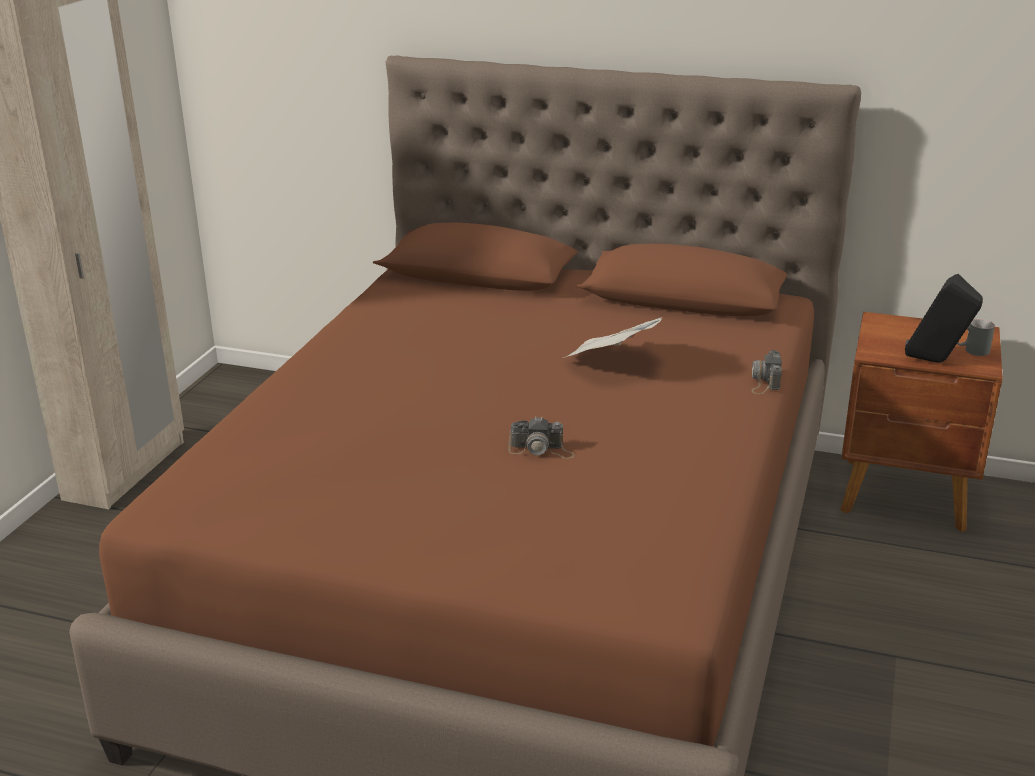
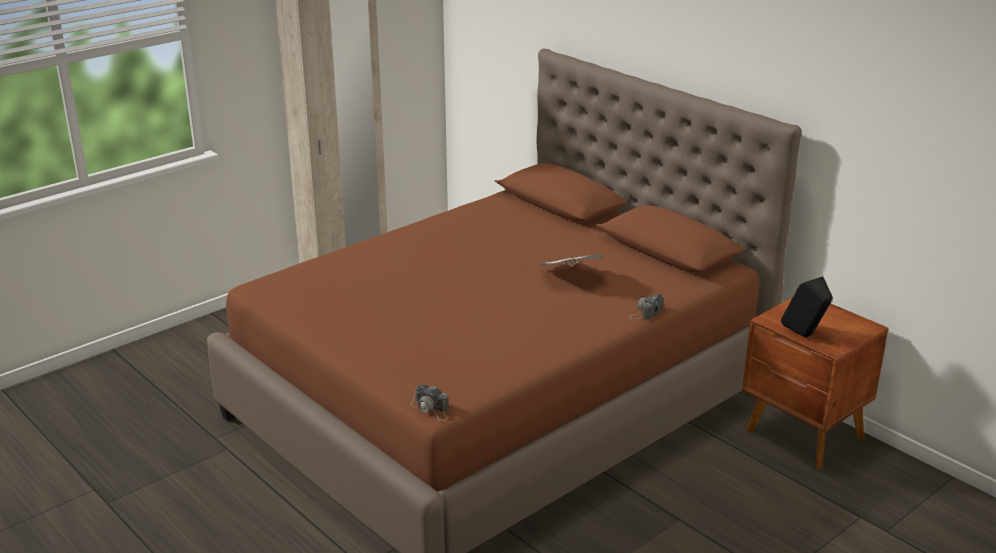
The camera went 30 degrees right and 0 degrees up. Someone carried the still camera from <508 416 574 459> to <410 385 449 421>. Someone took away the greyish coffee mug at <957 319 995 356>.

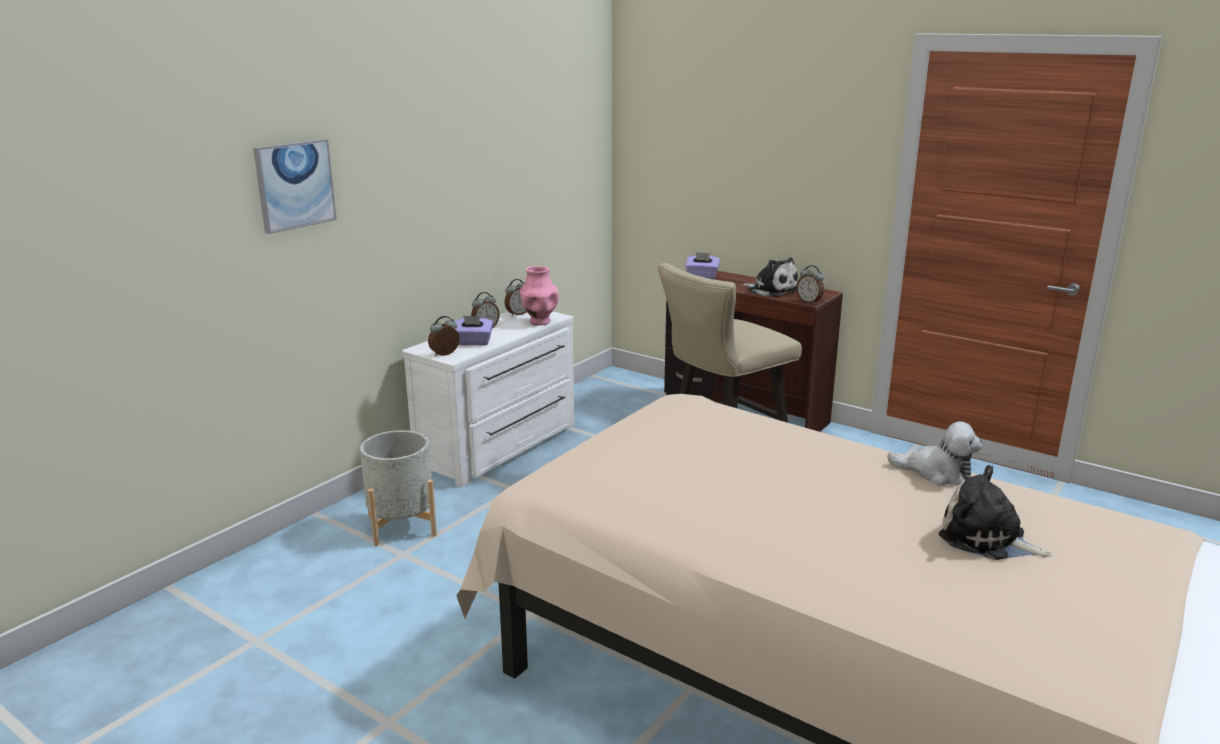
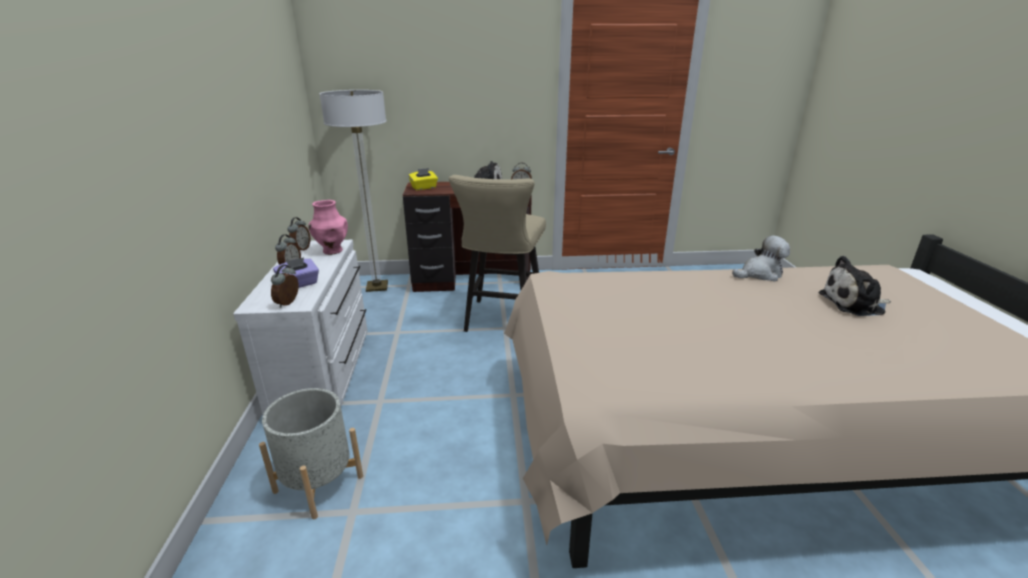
The camera went 40 degrees left and 5 degrees up. Someone took away the wall art at <253 139 337 234>. Someone repainted the purple box of tissues at <686 252 720 279>, which became the yellowish box of tissues at <408 168 438 190>. Someone put down the standard lamp at <319 90 388 292>.

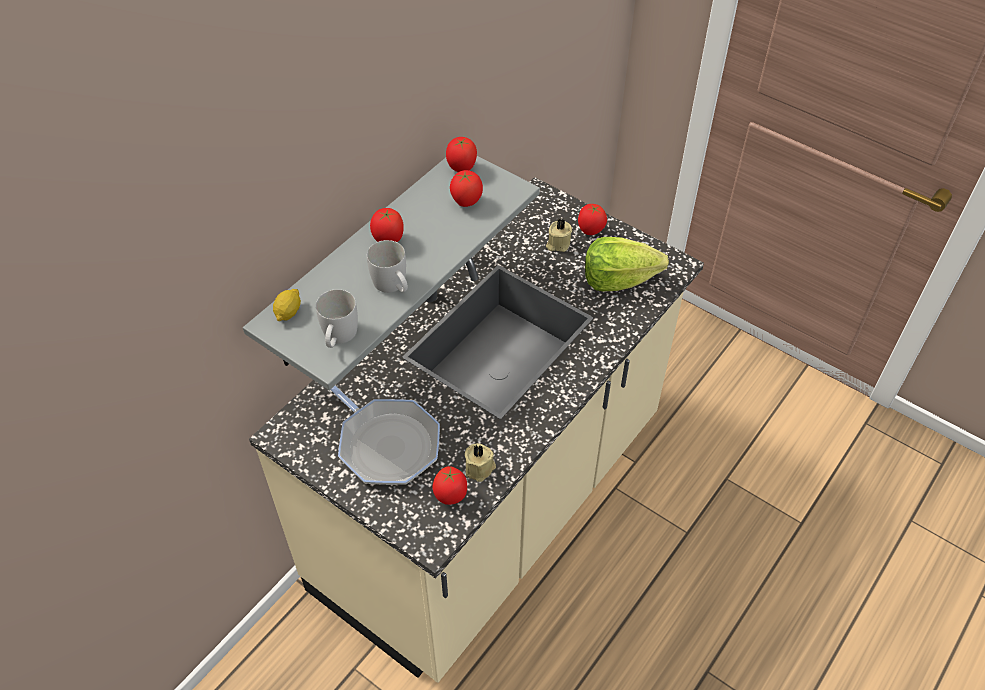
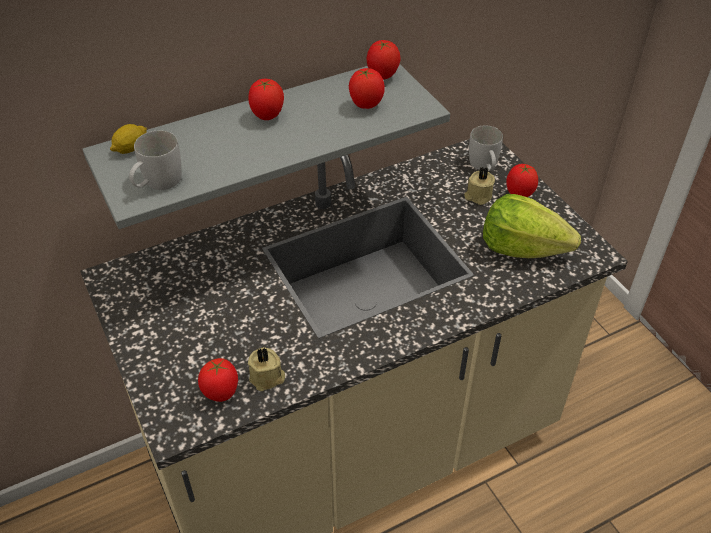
The camera went 25 degrees right and 5 degrees down. Someone took away the pan at <331 386 440 485>. Someone carried the white coffee mug from <367 240 408 293> to <469 125 503 171>.

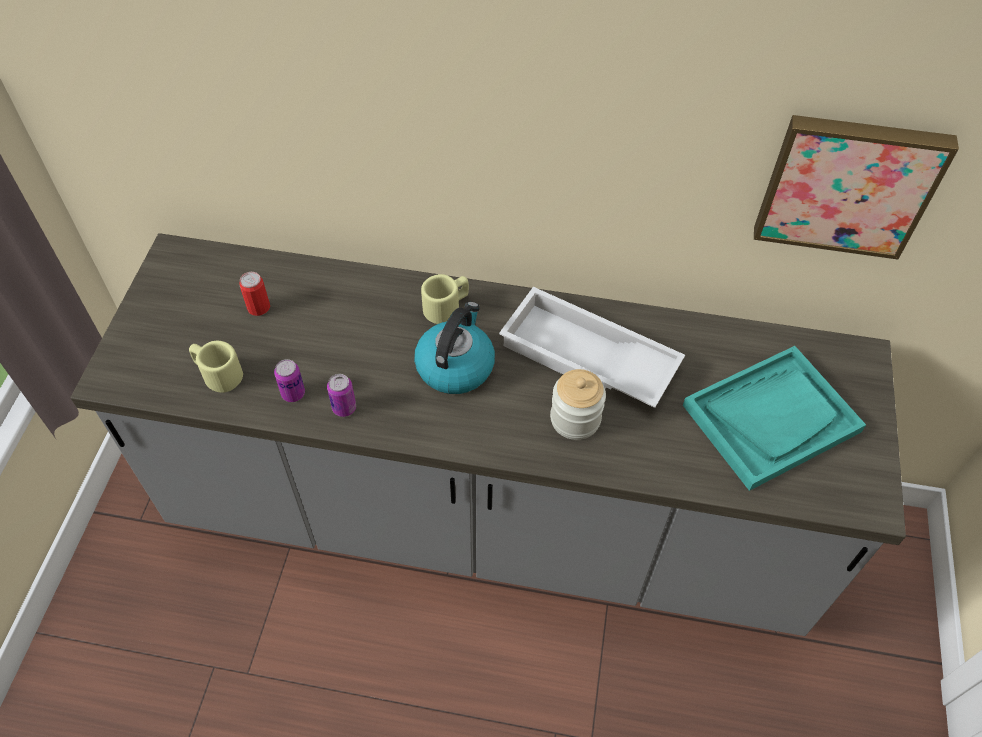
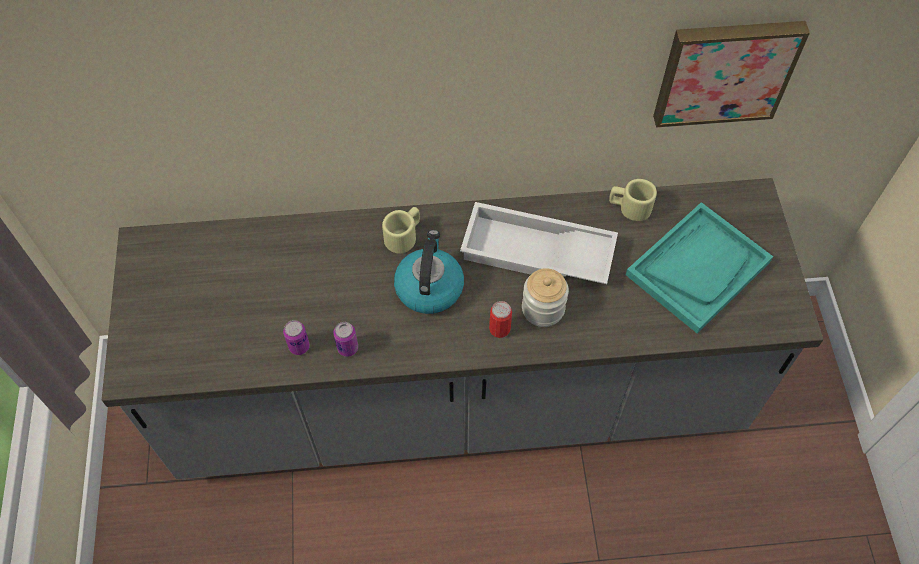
The camera went 15 degrees left and 5 degrees up. Someone carried the sand-coloured coffee mug from <189 341 243 393> to <609 179 657 221>. Someone carried the sealed can from <239 272 270 316> to <489 301 512 338>.

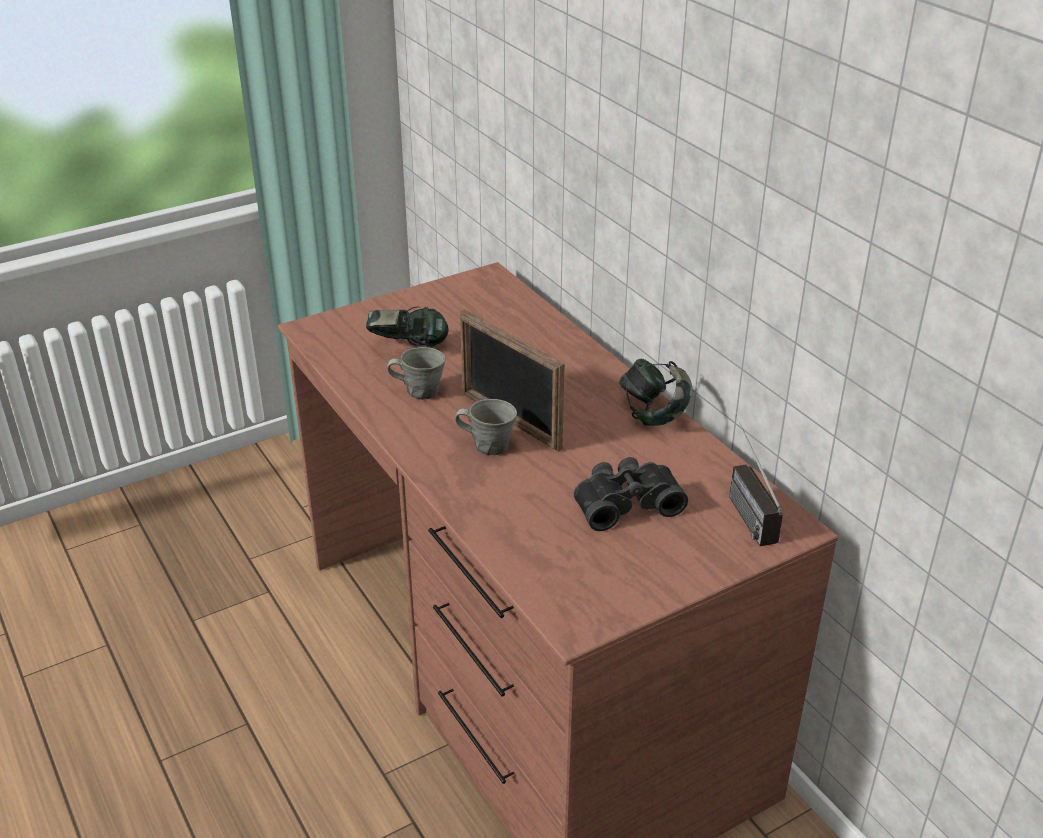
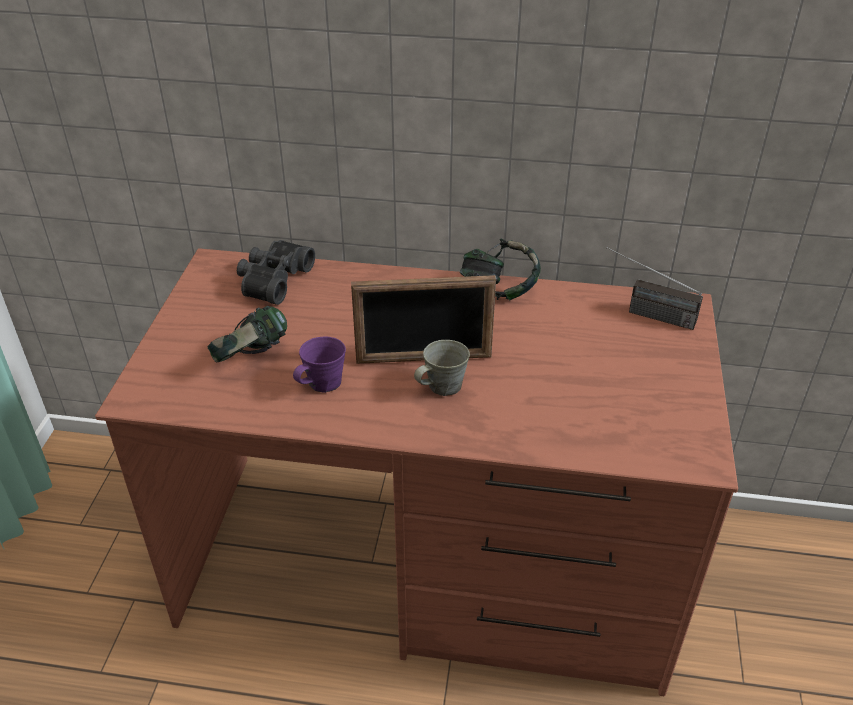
The camera went 50 degrees left and 5 degrees up. Someone repainted the greyish coffee mug at <387 347 446 399>, which became the purple coffee mug at <293 337 346 393>. Someone carried the blackish binoculars from <574 457 688 531> to <237 240 315 305>.

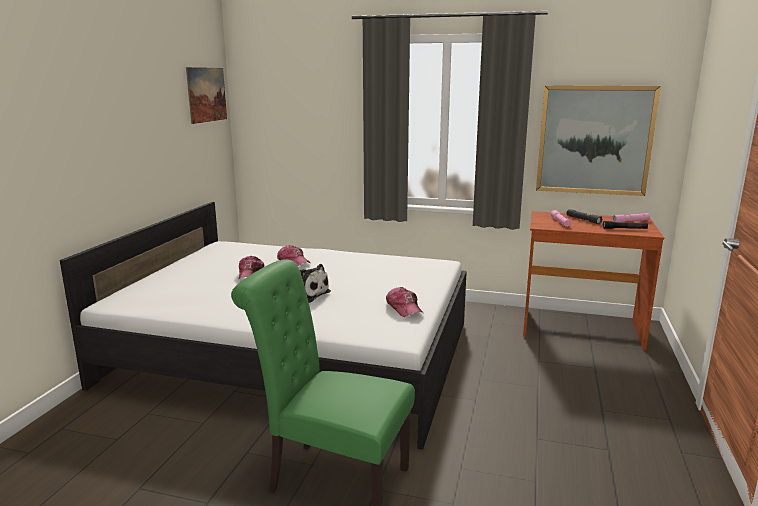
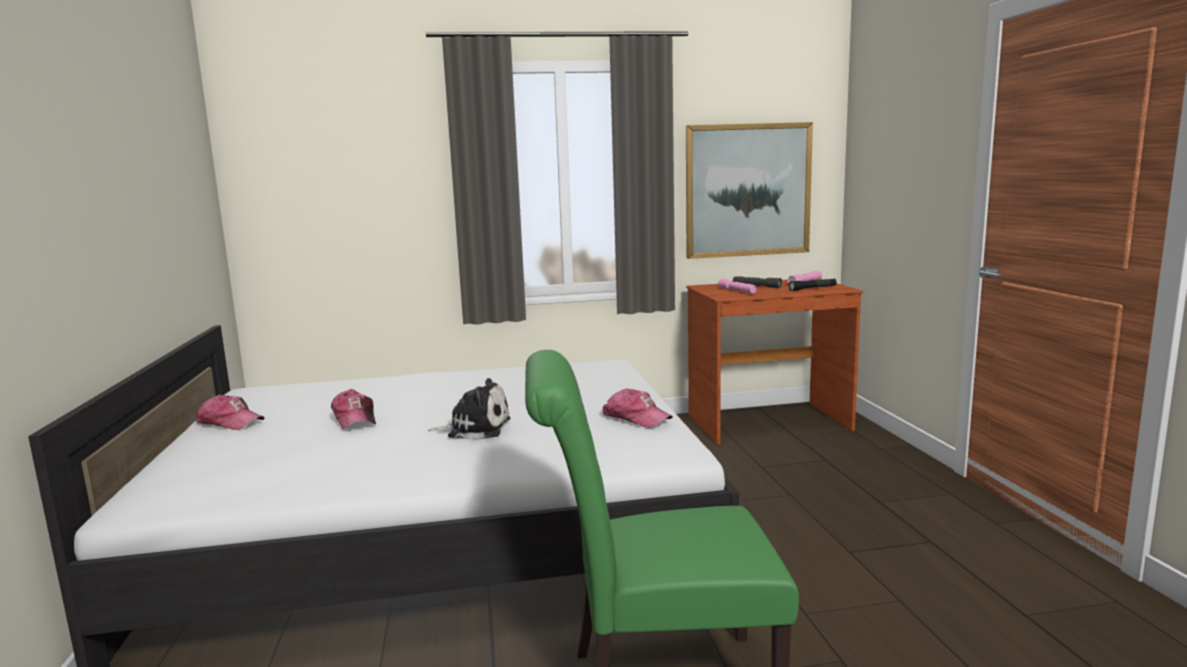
The camera went 25 degrees left and 5 degrees down. Someone took away the wall art at <186 67 227 124>. Someone carried the peaked cap from <277 245 310 266> to <196 395 265 430>.

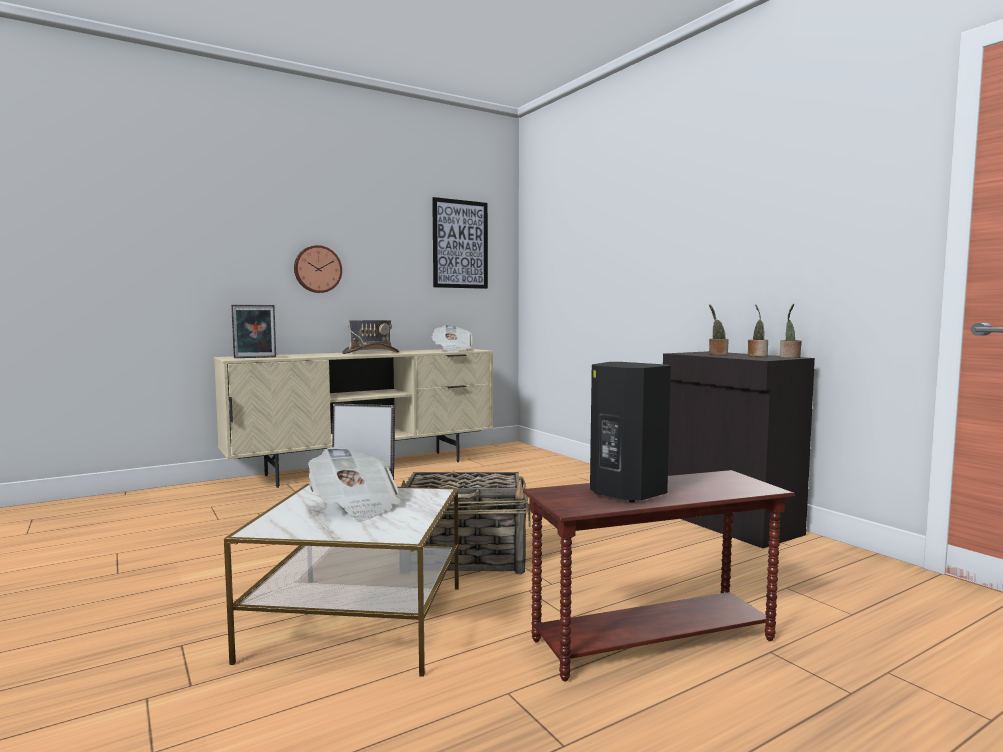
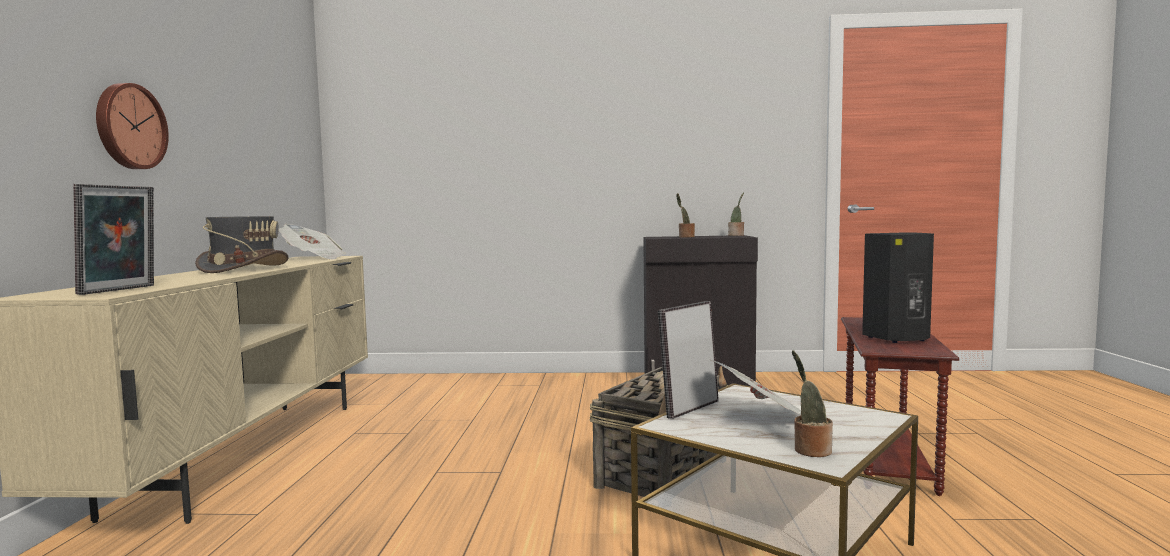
The camera went 55 degrees left and 0 degrees up. Someone took away the wall art at <432 197 488 289>. Someone carried the houseplant from <748 304 768 357> to <792 350 833 457>.

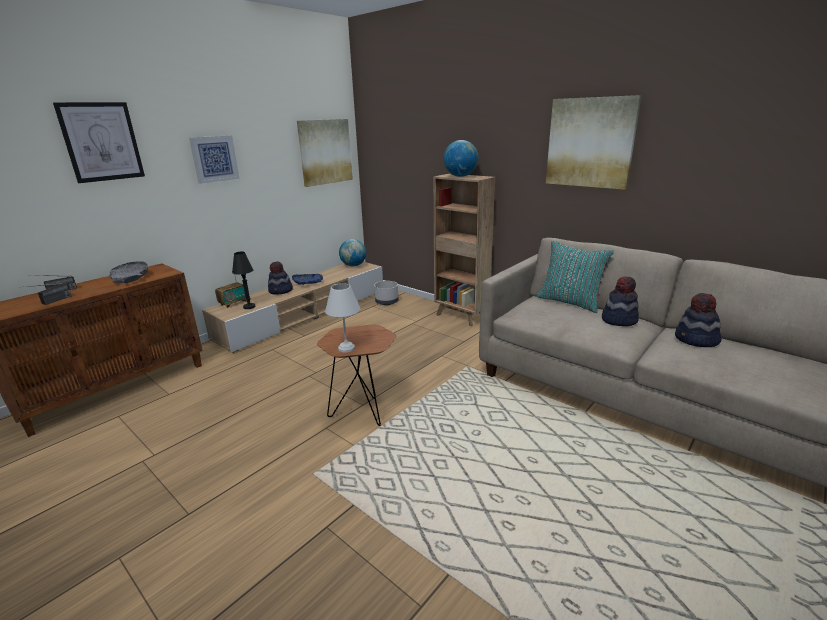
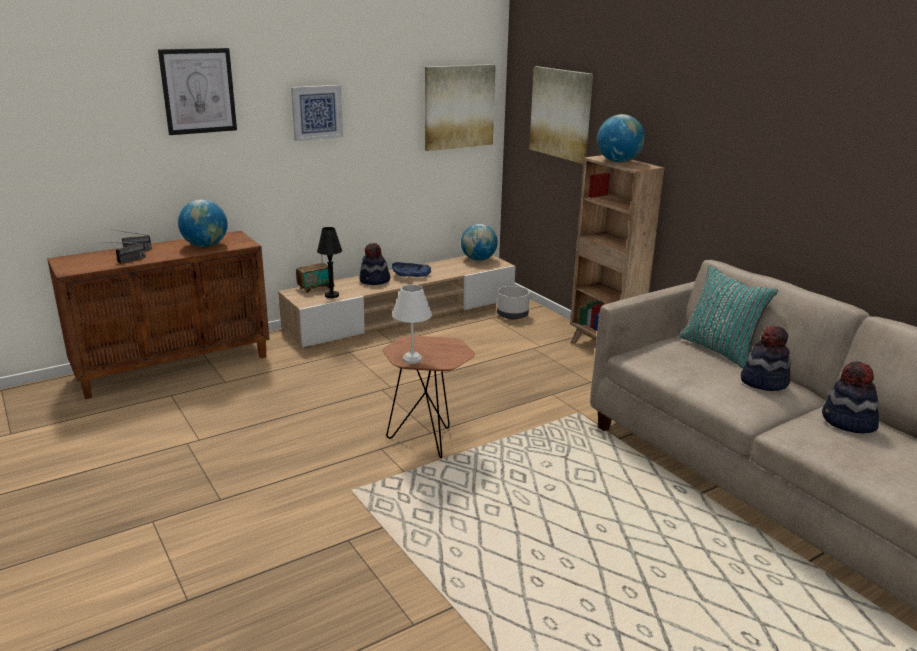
The camera went 15 degrees right and 0 degrees up. Someone swapped the greyish bowl at <109 262 148 283> for the globe at <178 199 228 247>. Someone carried the wall art from <546 95 642 190> to <529 66 593 164>.

